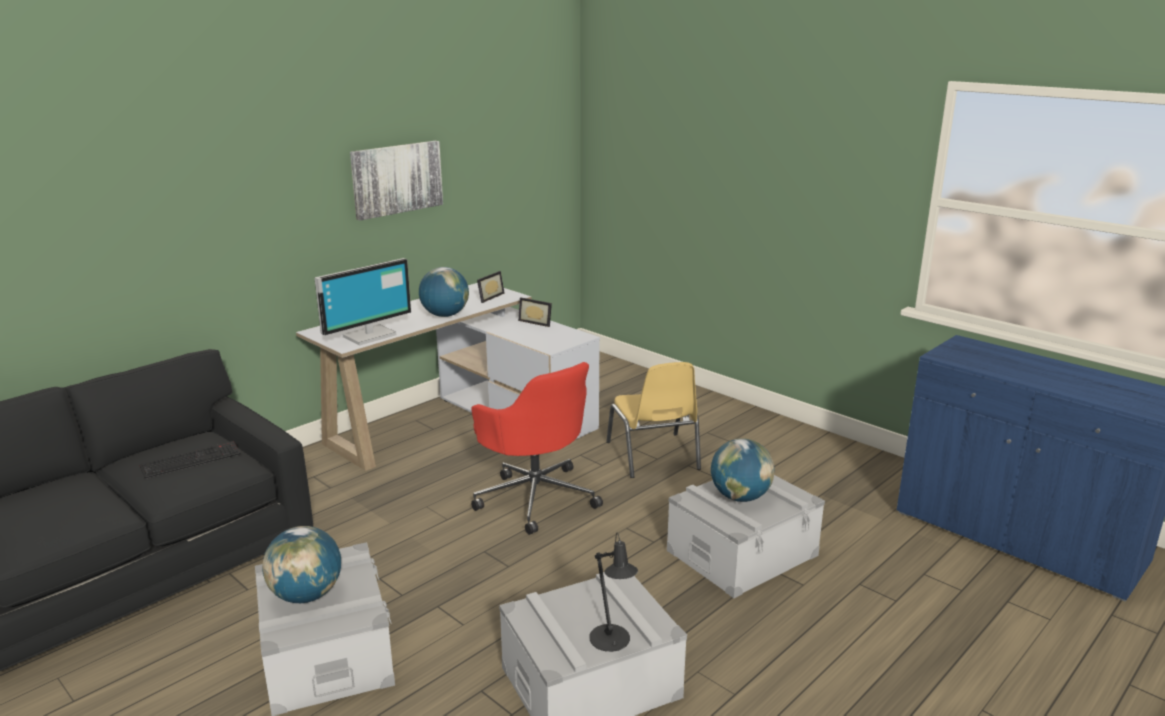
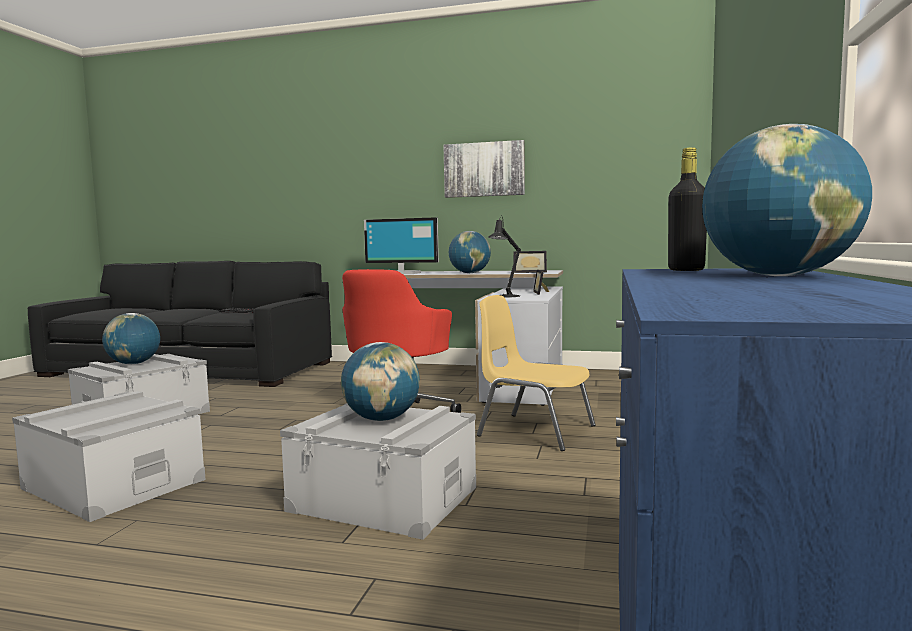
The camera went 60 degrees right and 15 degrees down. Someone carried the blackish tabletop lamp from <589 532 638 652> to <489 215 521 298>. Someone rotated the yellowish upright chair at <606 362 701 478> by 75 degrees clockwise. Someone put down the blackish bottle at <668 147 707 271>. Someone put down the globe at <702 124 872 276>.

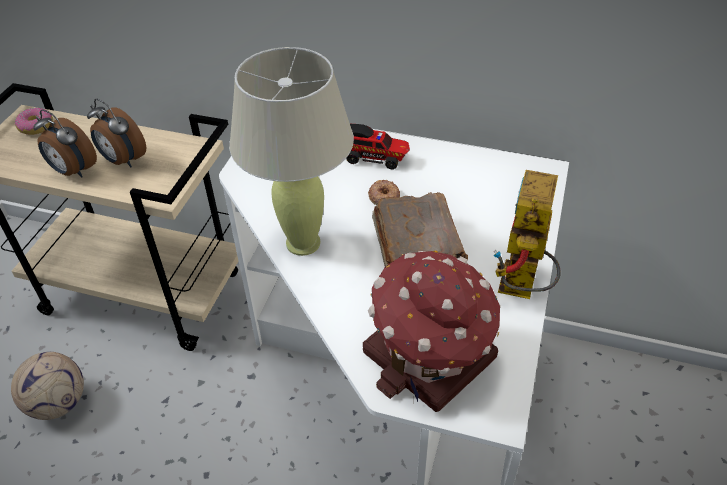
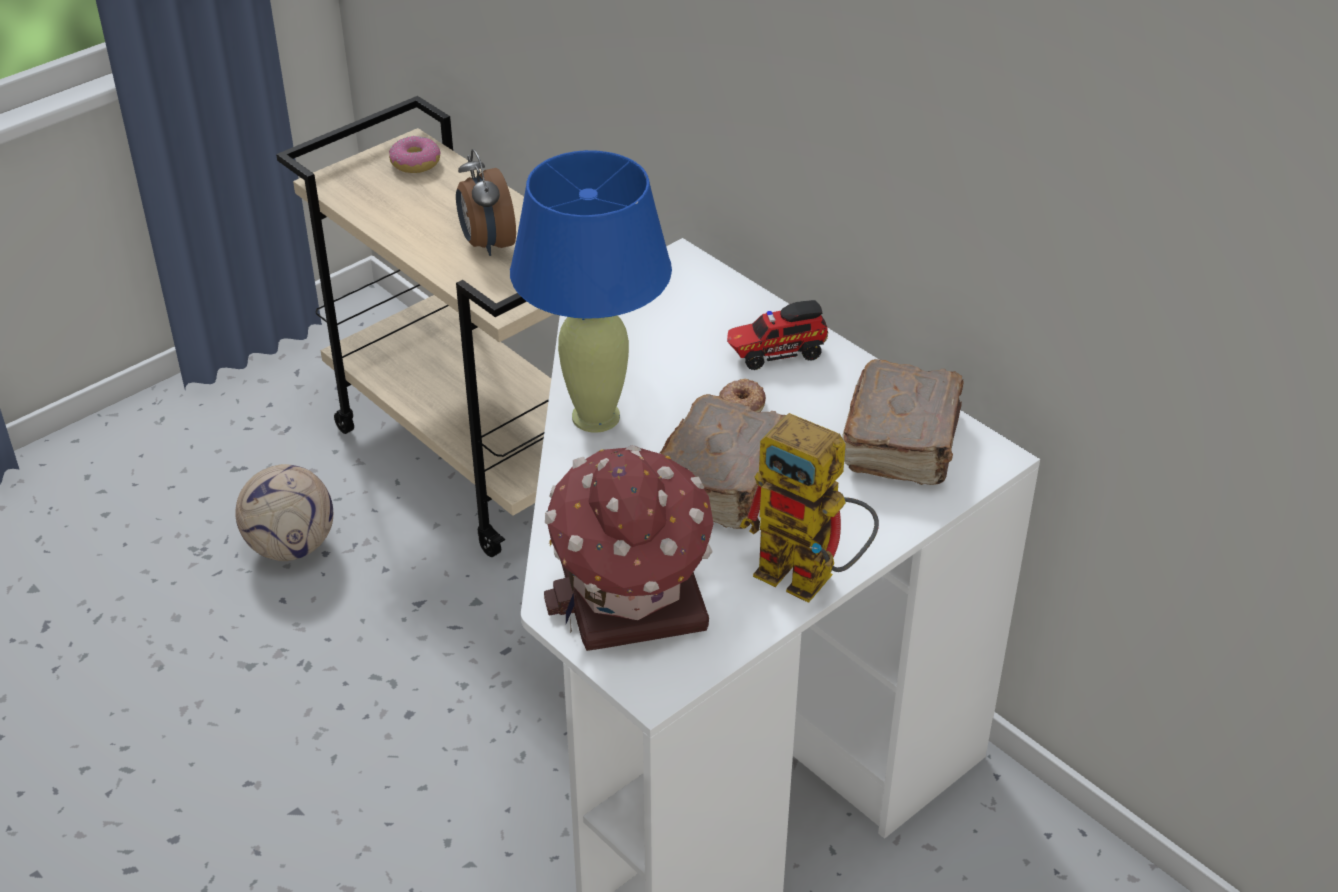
The camera went 30 degrees right and 5 degrees down. Someone took away the bedside clock at <33 109 97 178>. Someone repainted the sand-coloured tabletop lamp at <229 47 354 256>, which became the blue tabletop lamp at <510 150 672 433>. Someone rotated the toy truck at <346 124 410 170> by 120 degrees clockwise. Someone rotated the model robot at <493 170 561 299> by 105 degrees counterclockwise. Someone put down the brownish volume at <842 359 964 485>.

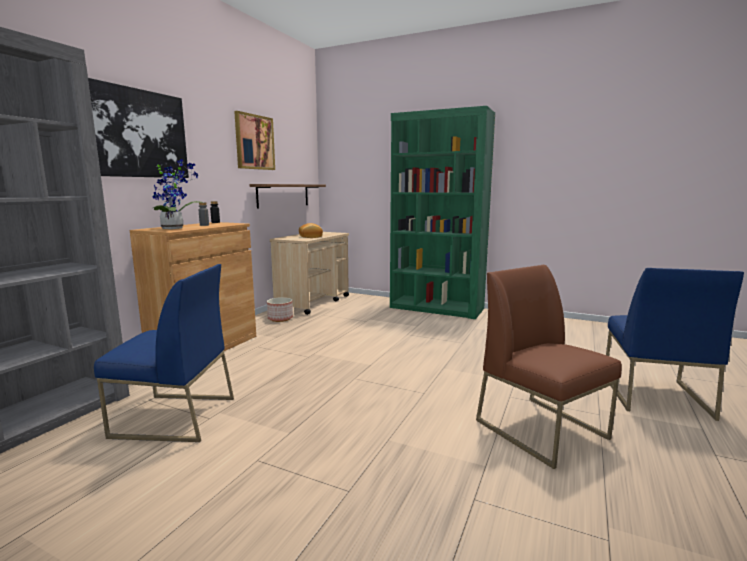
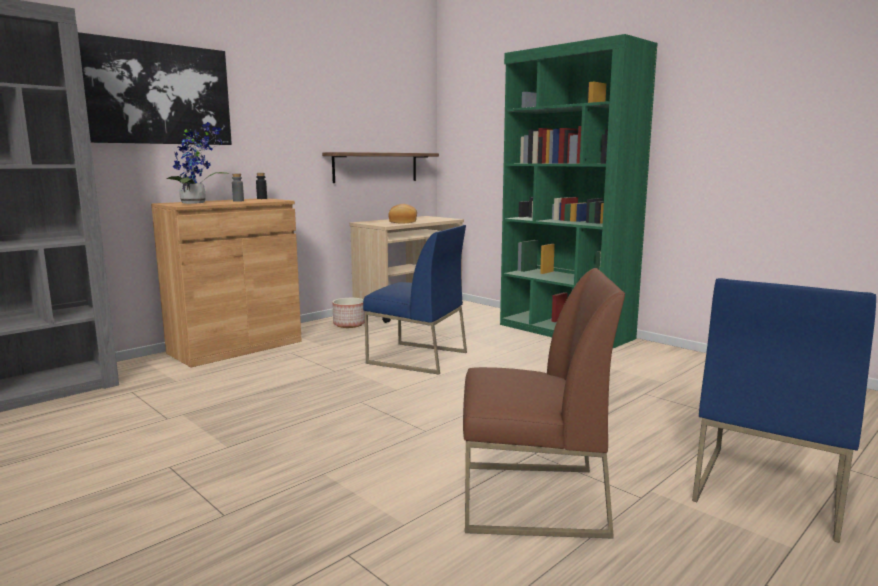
The camera went 20 degrees right and 0 degrees up. Someone carried the blue upright chair from <94 264 234 442> to <363 225 467 375>. Someone took away the wall art at <234 111 275 170>. Someone rotated the brownish upright chair at <476 265 622 469> by 105 degrees clockwise.

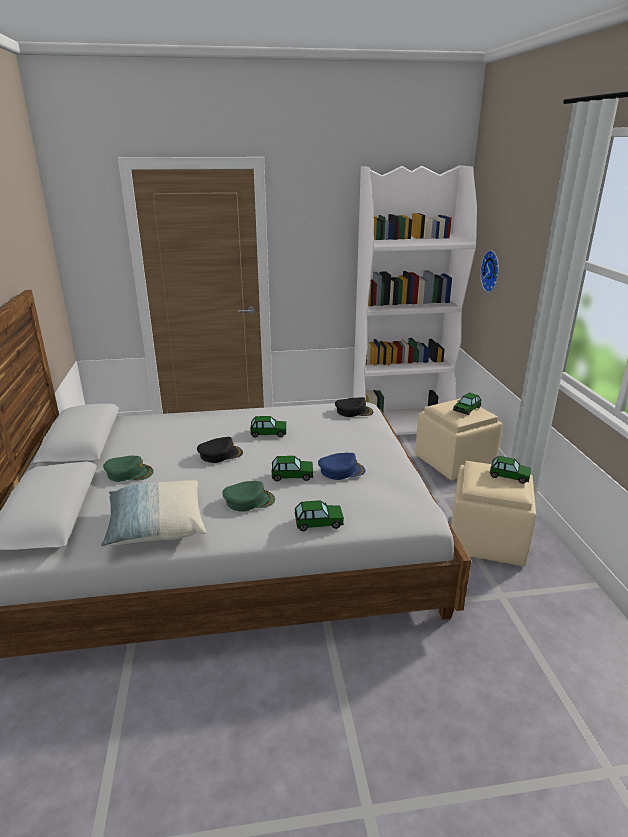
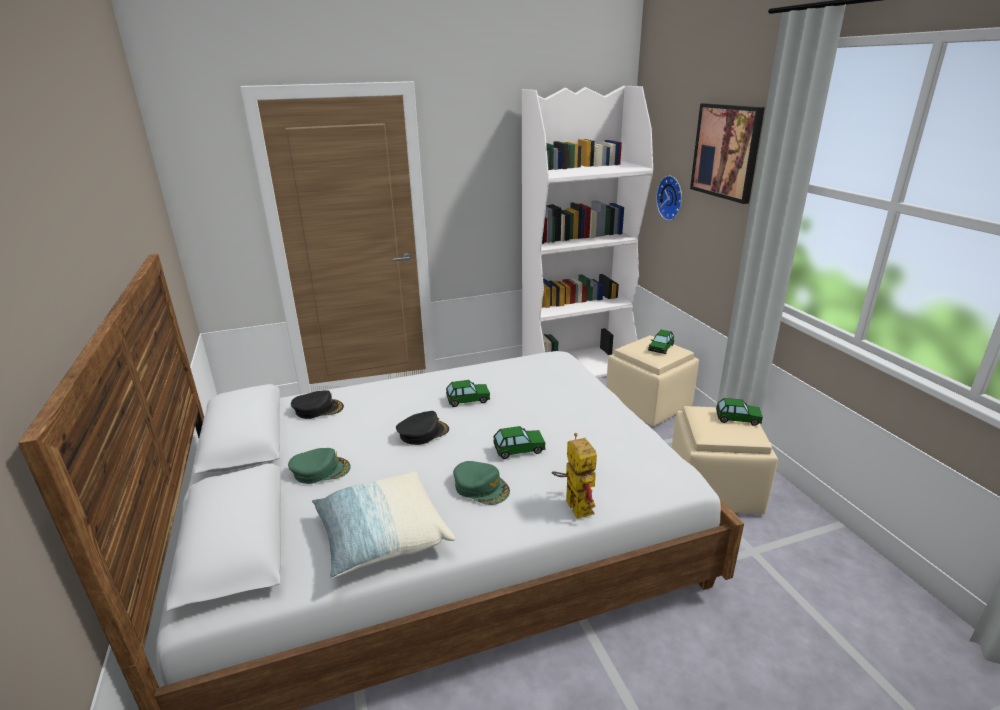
The camera went 10 degrees left and 0 degrees up. Someone rotated the green peaked cap at <222 481 275 512> by 60 degrees clockwise. Someone swapped the miniature car at <295 500 344 531> for the model robot at <552 433 597 519>. Someone took away the blue peaked cap at <318 453 365 480>. Someone carried the blackish peaked cap from <335 397 373 417> to <291 390 344 419>. Someone put up the wall art at <690 103 765 204>.

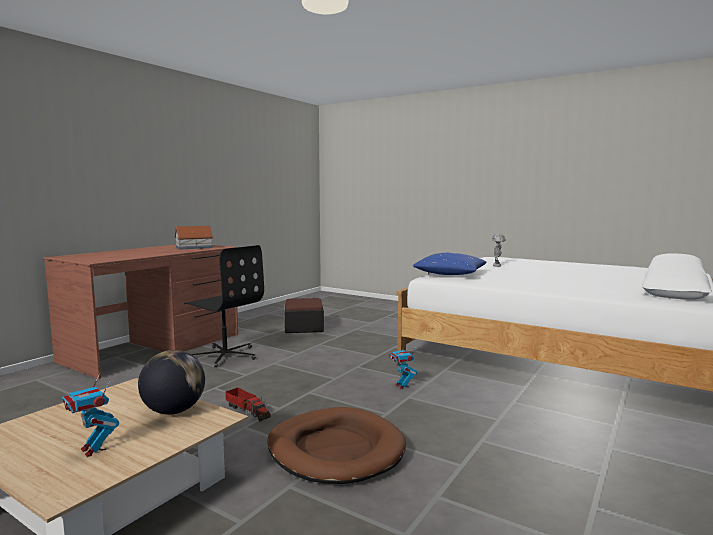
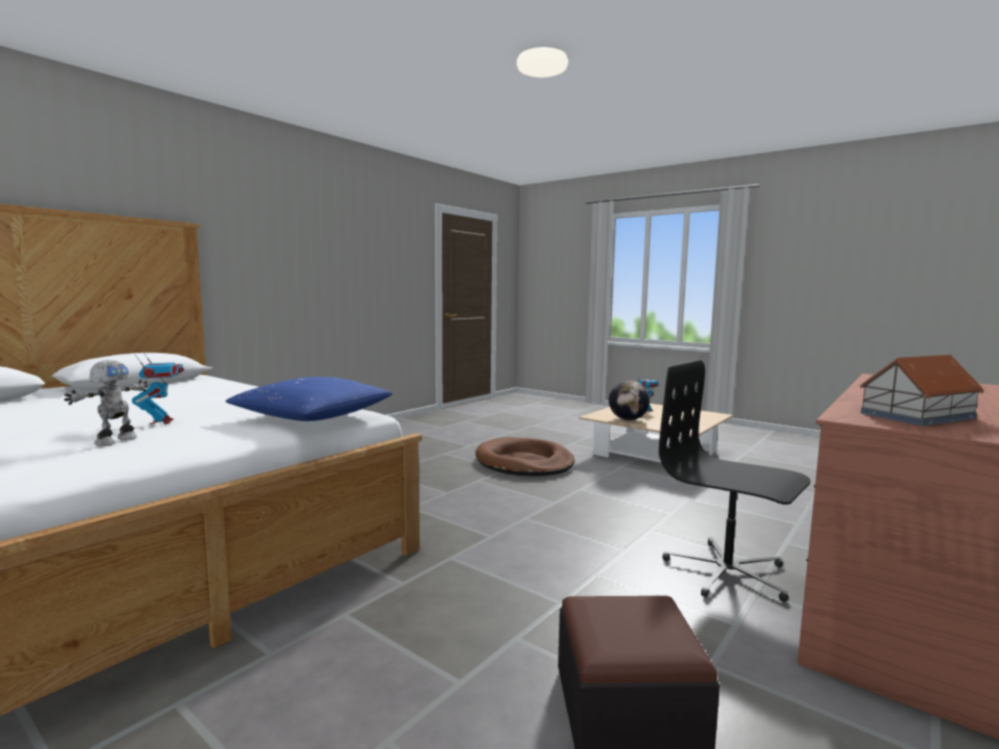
The camera went 175 degrees left and 0 degrees up. Someone took away the toy truck at <226 388 271 421>. Someone carried the model robot from <389 342 417 389> to <132 351 184 424>.

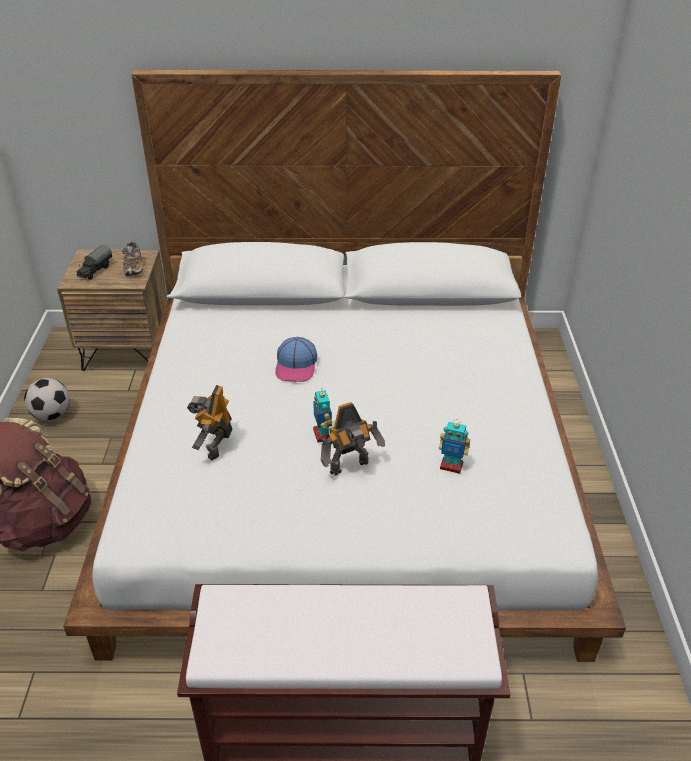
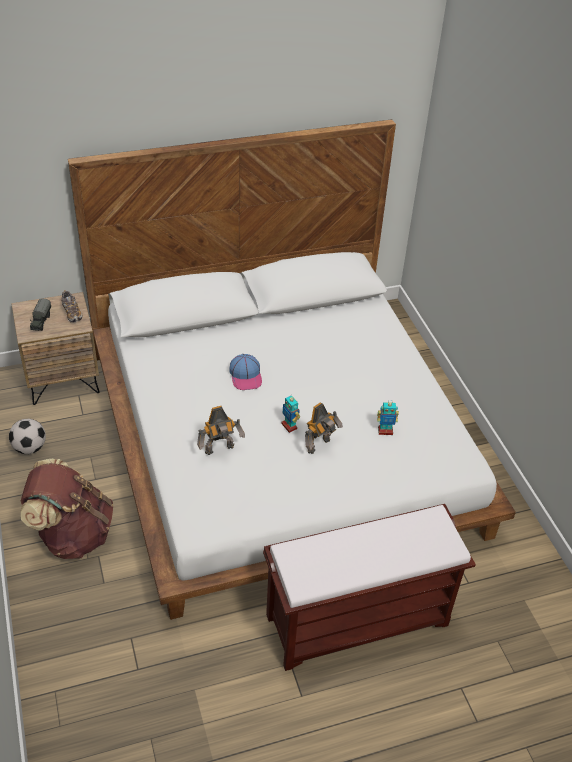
The camera went 20 degrees left and 5 degrees up. Someone rotated the model robot at <187 385 232 460> by 105 degrees counterclockwise.

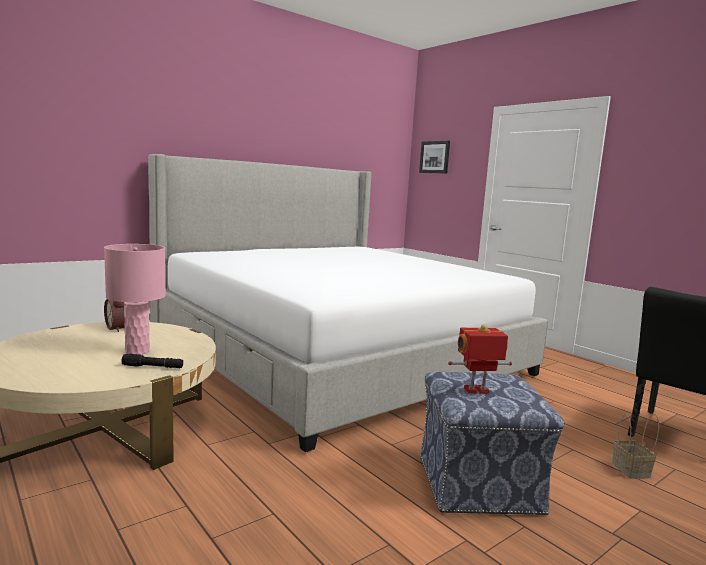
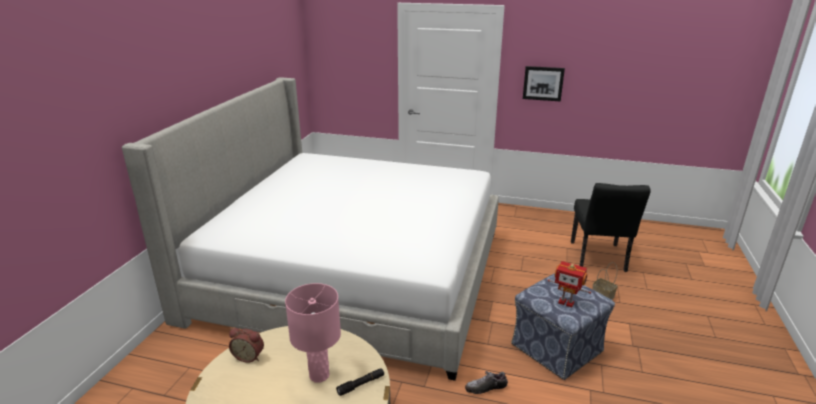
The camera went 35 degrees left and 15 degrees up. Someone carried the wall art from <419 141 450 173> to <523 66 565 102>. Someone rotated the model robot at <448 324 512 394> by 105 degrees counterclockwise. Someone put down the item of footwear at <465 371 508 394>.

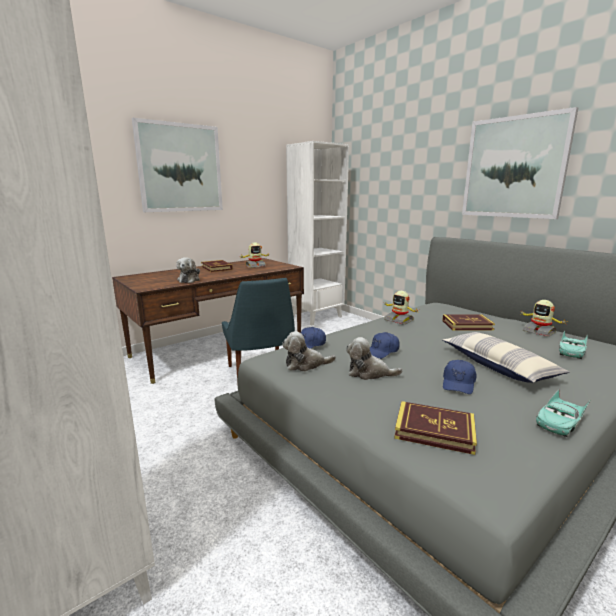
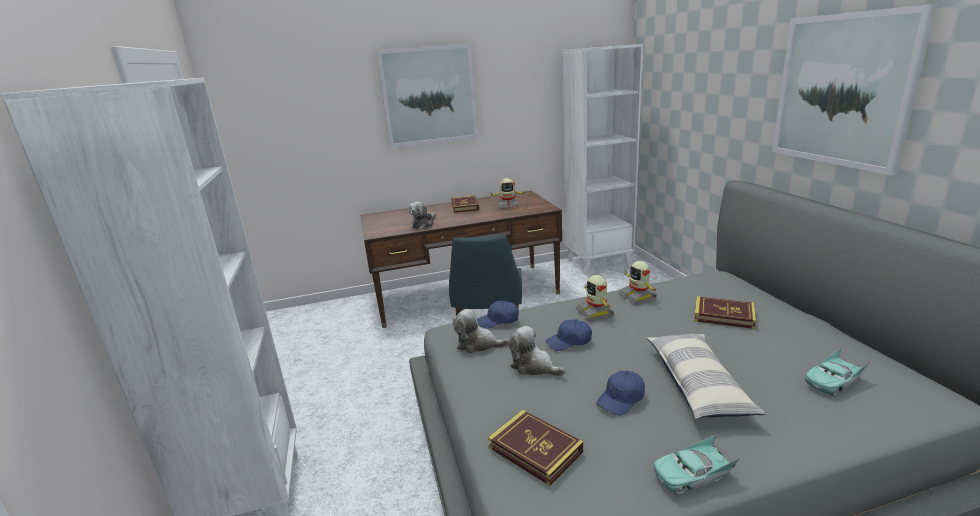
The camera went 25 degrees right and 5 degrees up. Someone carried the model robot from <519 300 567 337> to <576 275 614 321>.

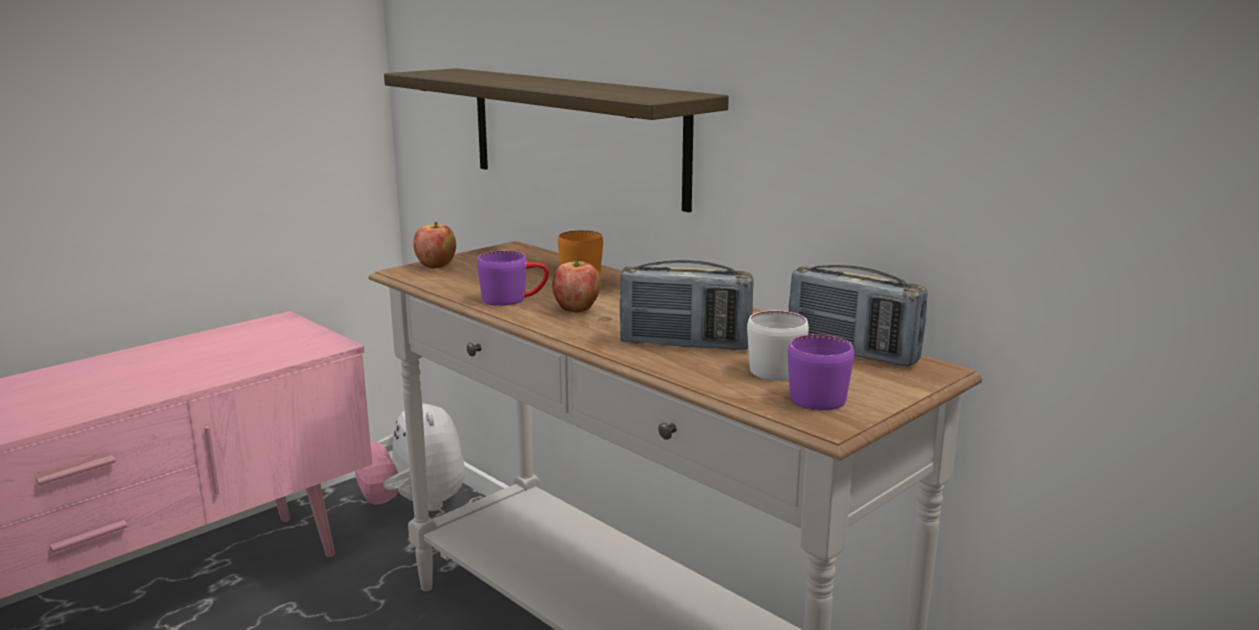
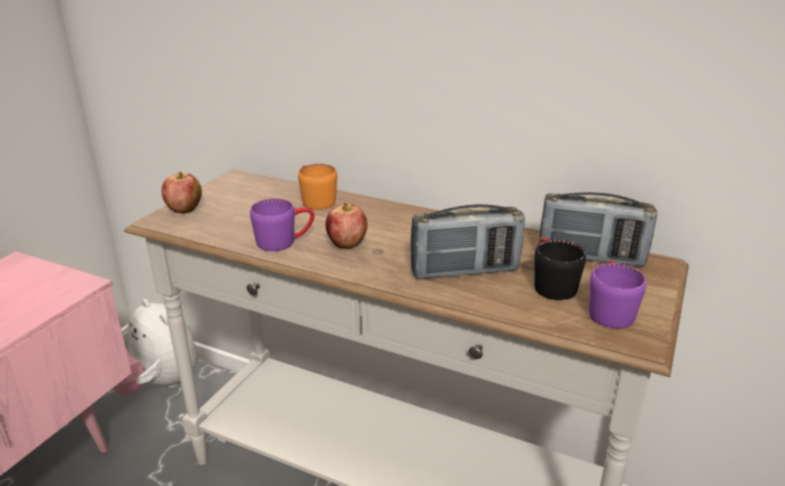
The camera went 20 degrees left and 10 degrees up. Someone took away the bracket shelf at <384 68 729 212>. Someone repainted the white coffee mug at <747 311 809 381>, which became the blackish coffee mug at <534 238 586 300>.

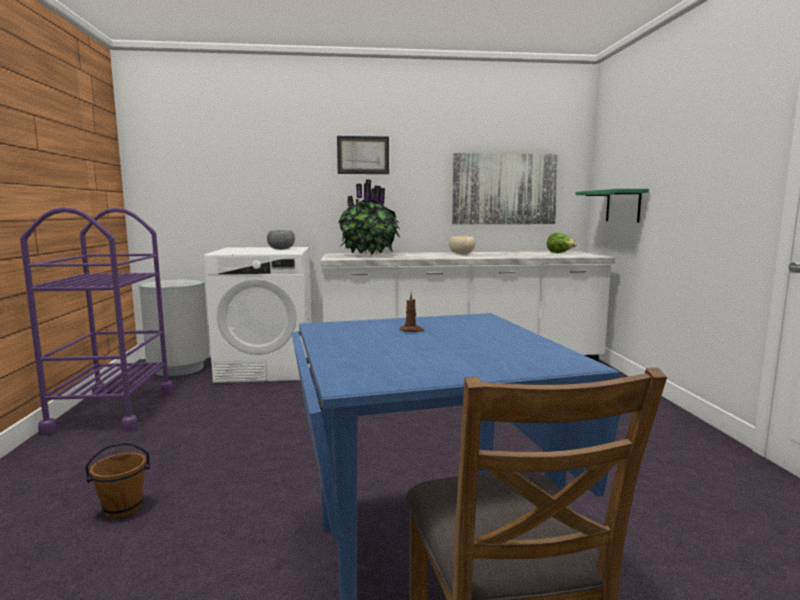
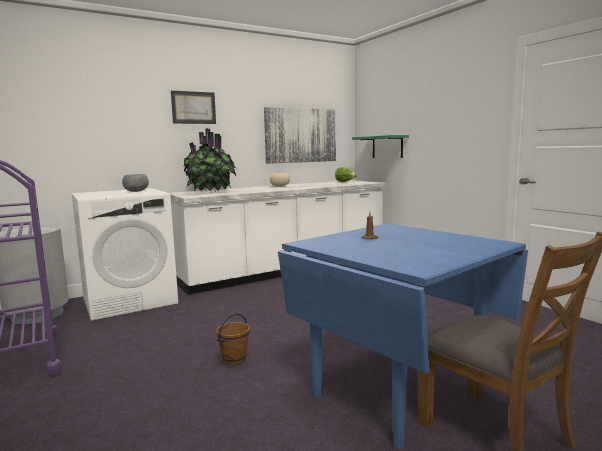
The camera went 25 degrees left and 0 degrees up. Someone carried the brownish bucket from <85 443 150 518> to <216 313 250 365>.

